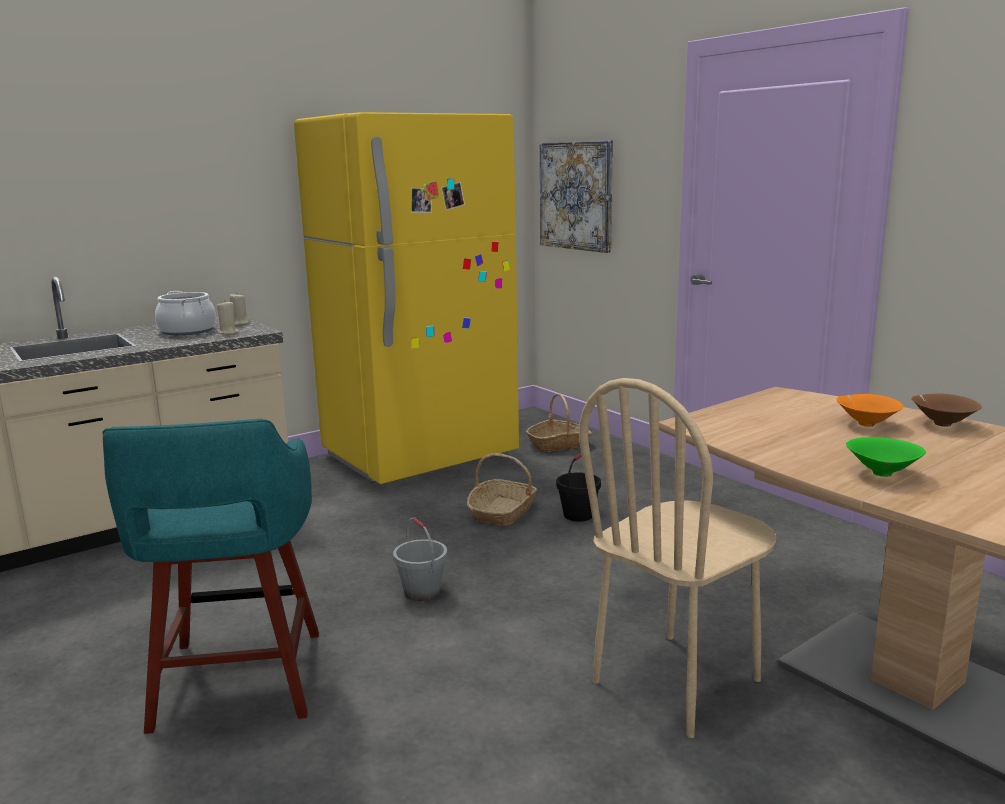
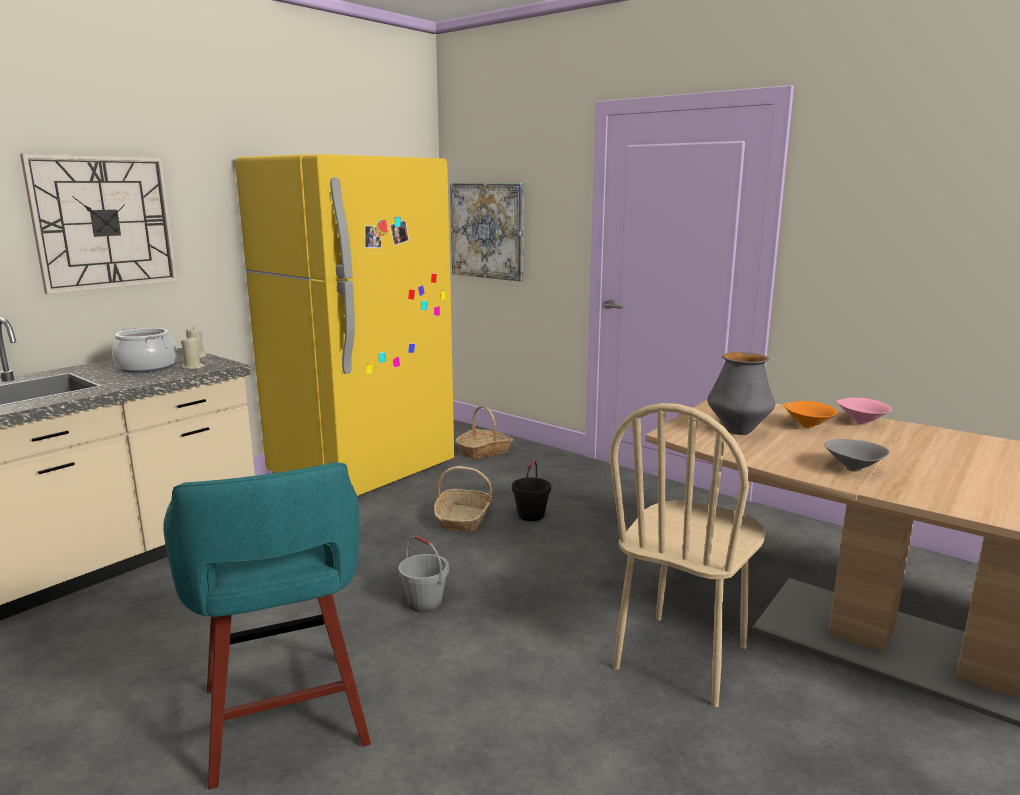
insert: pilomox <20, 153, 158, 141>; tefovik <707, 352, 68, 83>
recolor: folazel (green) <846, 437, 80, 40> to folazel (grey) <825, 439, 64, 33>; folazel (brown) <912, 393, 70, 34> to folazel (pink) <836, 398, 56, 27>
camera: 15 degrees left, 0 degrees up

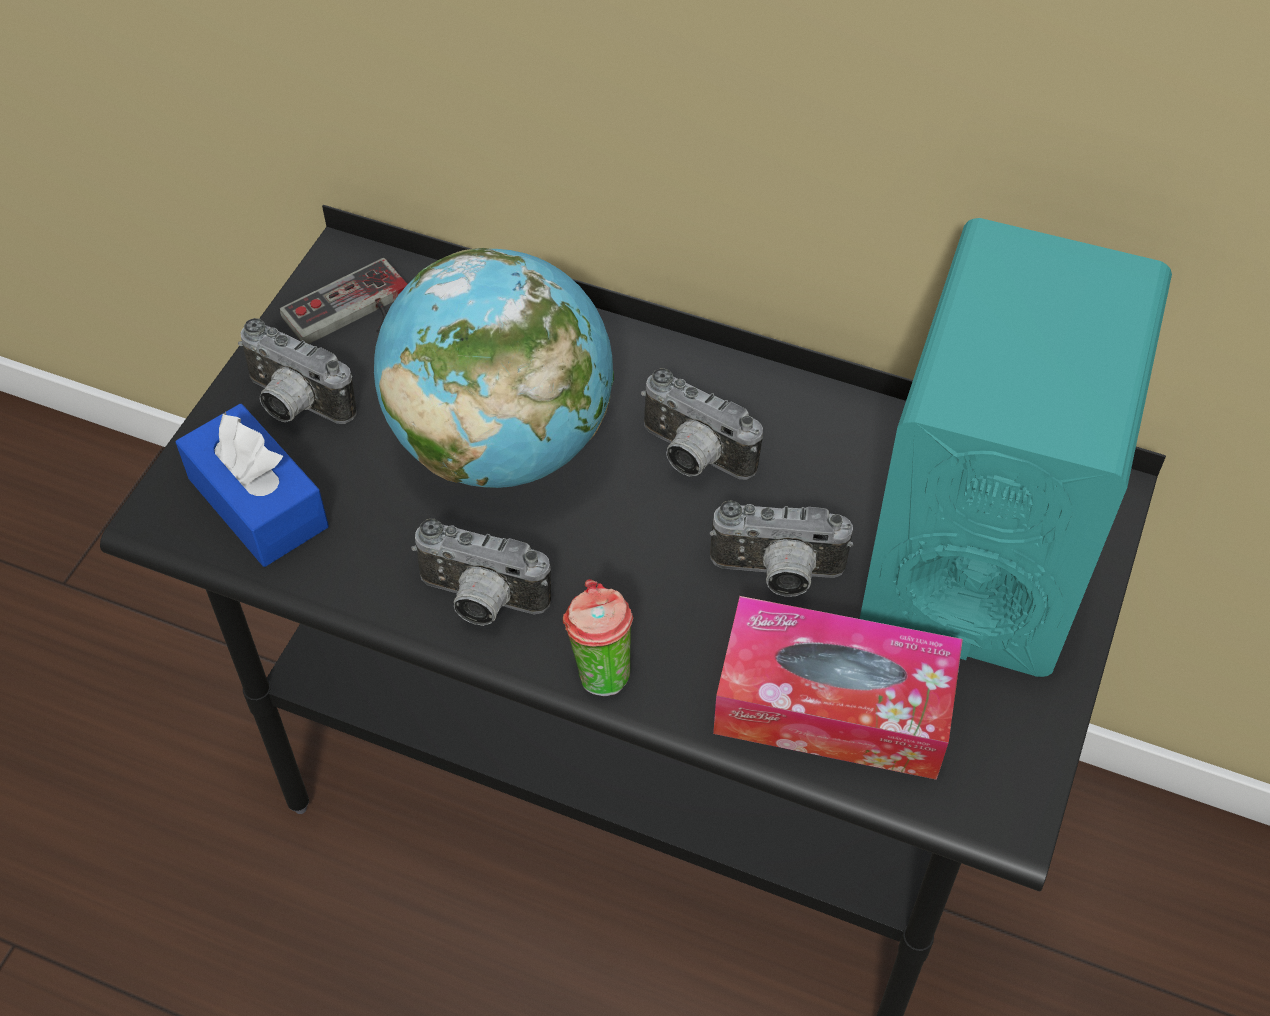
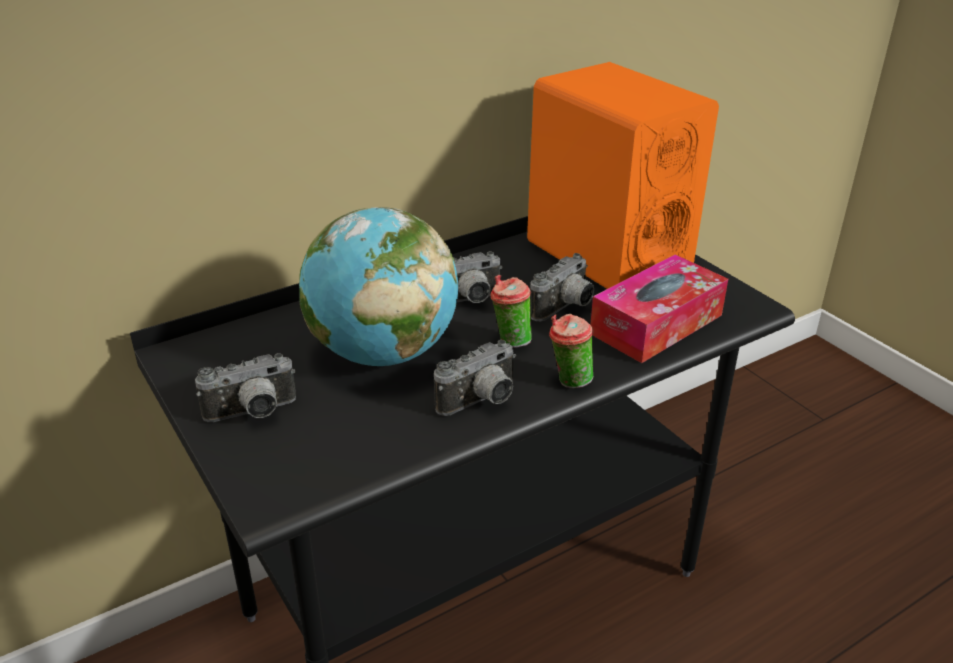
delete: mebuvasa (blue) <176, 404, 153, 163>; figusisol <280, 258, 128, 86>
insert: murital <491, 275, 41, 73>
recolor: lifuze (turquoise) <860, 218, 312, 459> to lifuze (orange) <527, 62, 192, 227>
camera: 55 degrees left, 20 degrees down

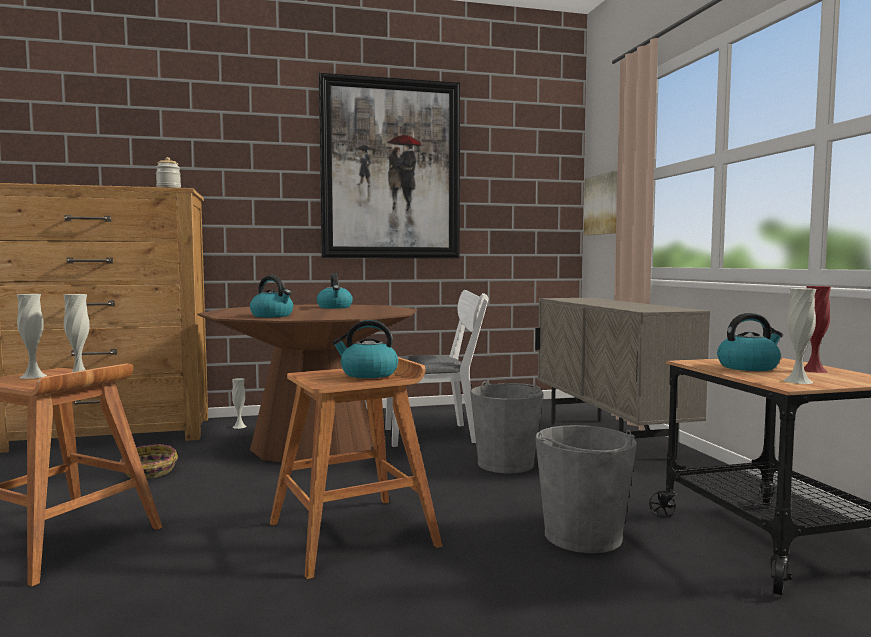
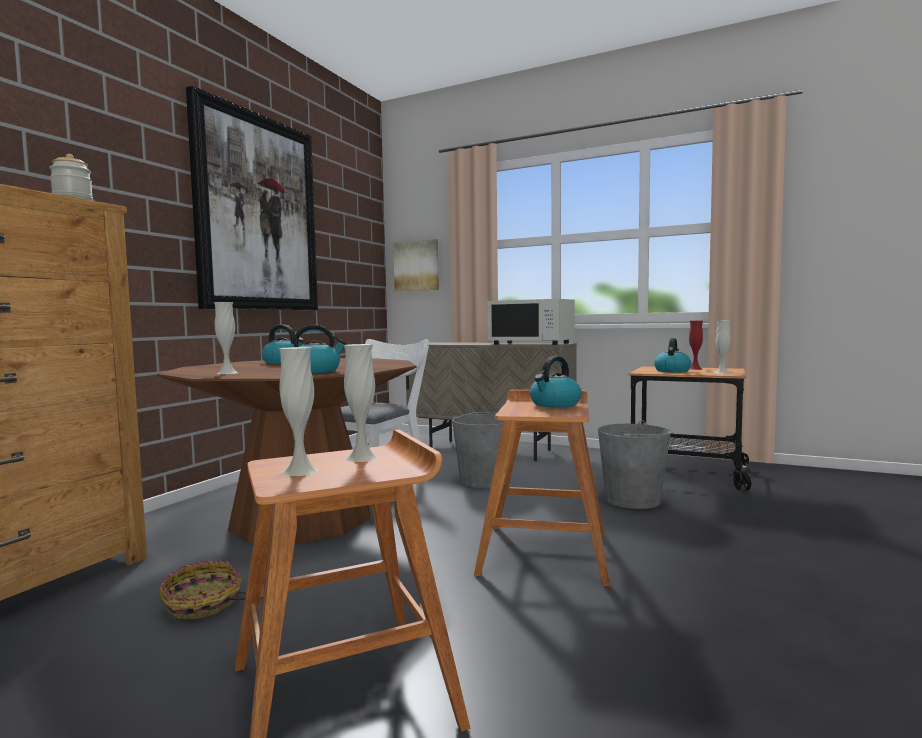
insert: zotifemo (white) <487, 299, 88, 46>
move: tefovik (white) <232, 378, 15, 51> to <214, 302, 24, 72>
camera: 50 degrees left, 0 degrees up

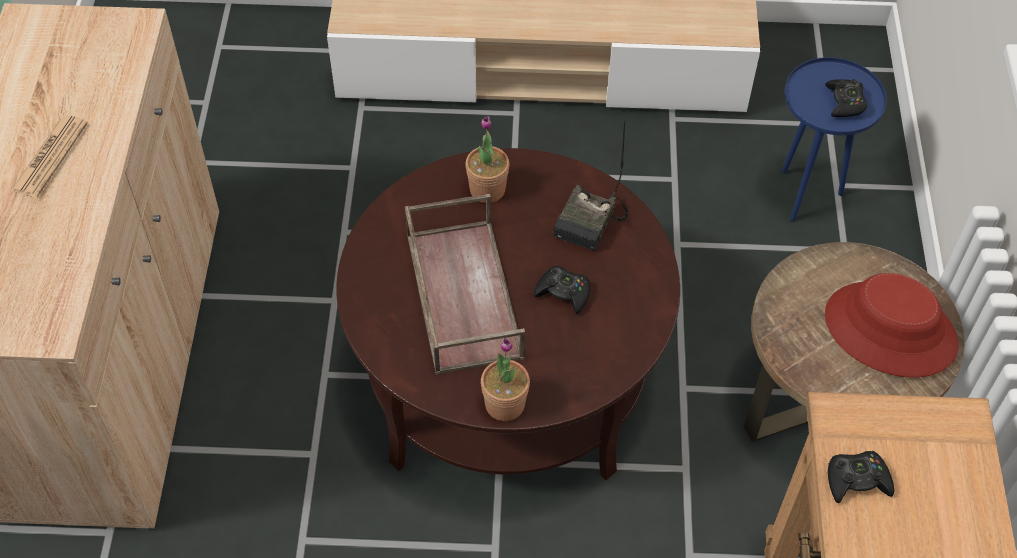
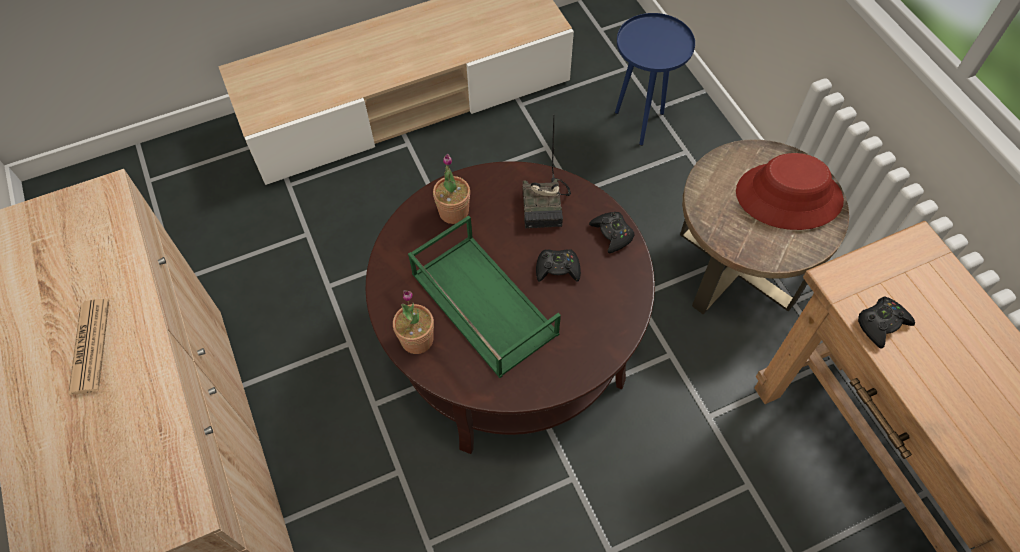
move: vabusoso <481, 338, 49, 83> to <393, 290, 41, 64>; figusisol (black) <825, 79, 42, 38> to <589, 212, 45, 41>
recolor: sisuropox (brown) <405, 194, 120, 181> to sisuropox (green) <408, 216, 153, 162>
camera: 25 degrees left, 5 degrees up

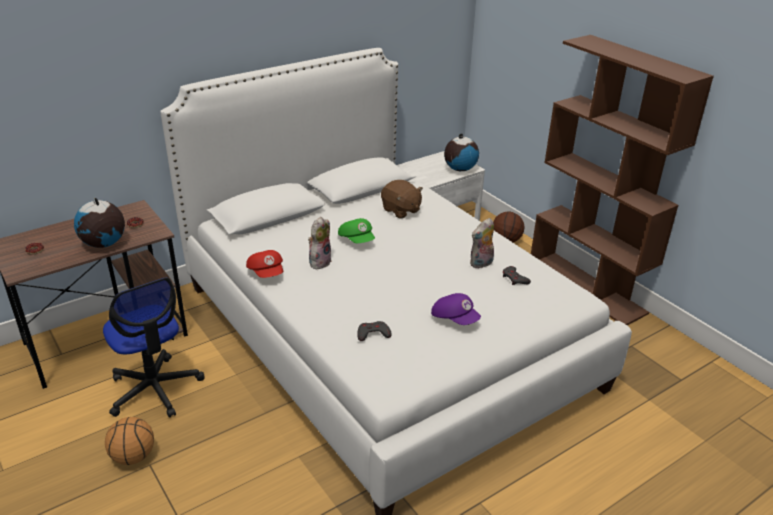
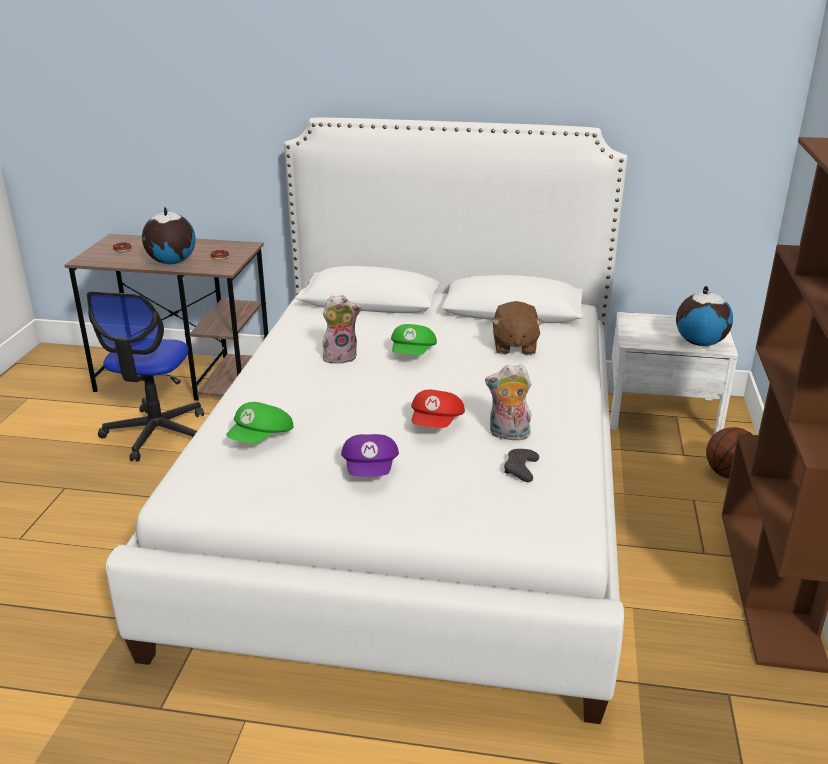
delete: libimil <105, 417, 49, 48>
move: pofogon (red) <246, 250, 37, 28> to <411, 390, 54, 38>
replace: figusisol (grey) <357, 321, 35, 20> to pofogon (green) <226, 402, 67, 41>
camera: 45 degrees right, 5 degrees down

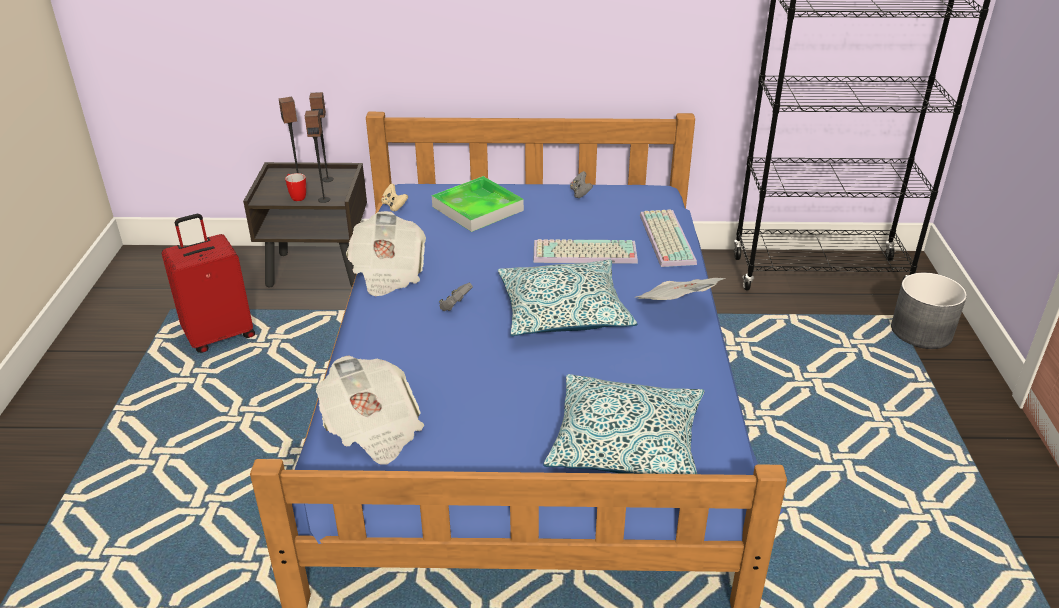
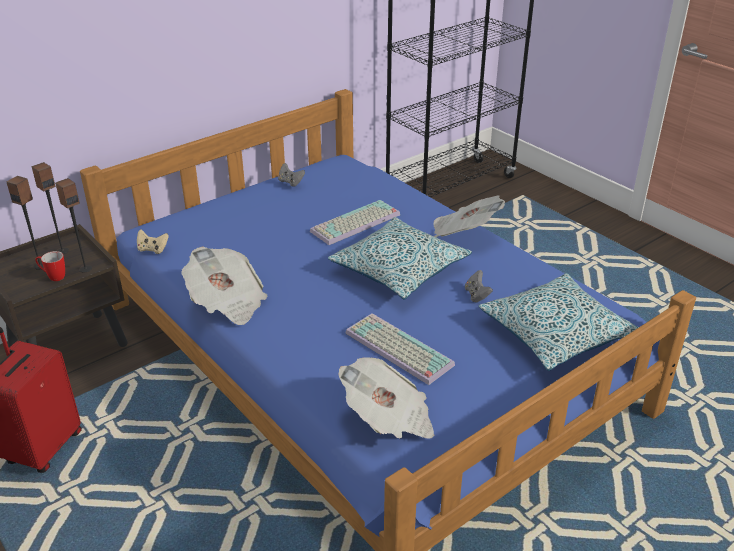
delete: sisuropox <432, 176, 92, 56>; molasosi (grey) <891, 273, 76, 76>
move: figusisol (grey) <439, 283, 34, 28> to <465, 270, 28, 32>; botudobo <640, 210, 57, 57> to <345, 313, 110, 72>
camera: 40 degrees left, 0 degrees up

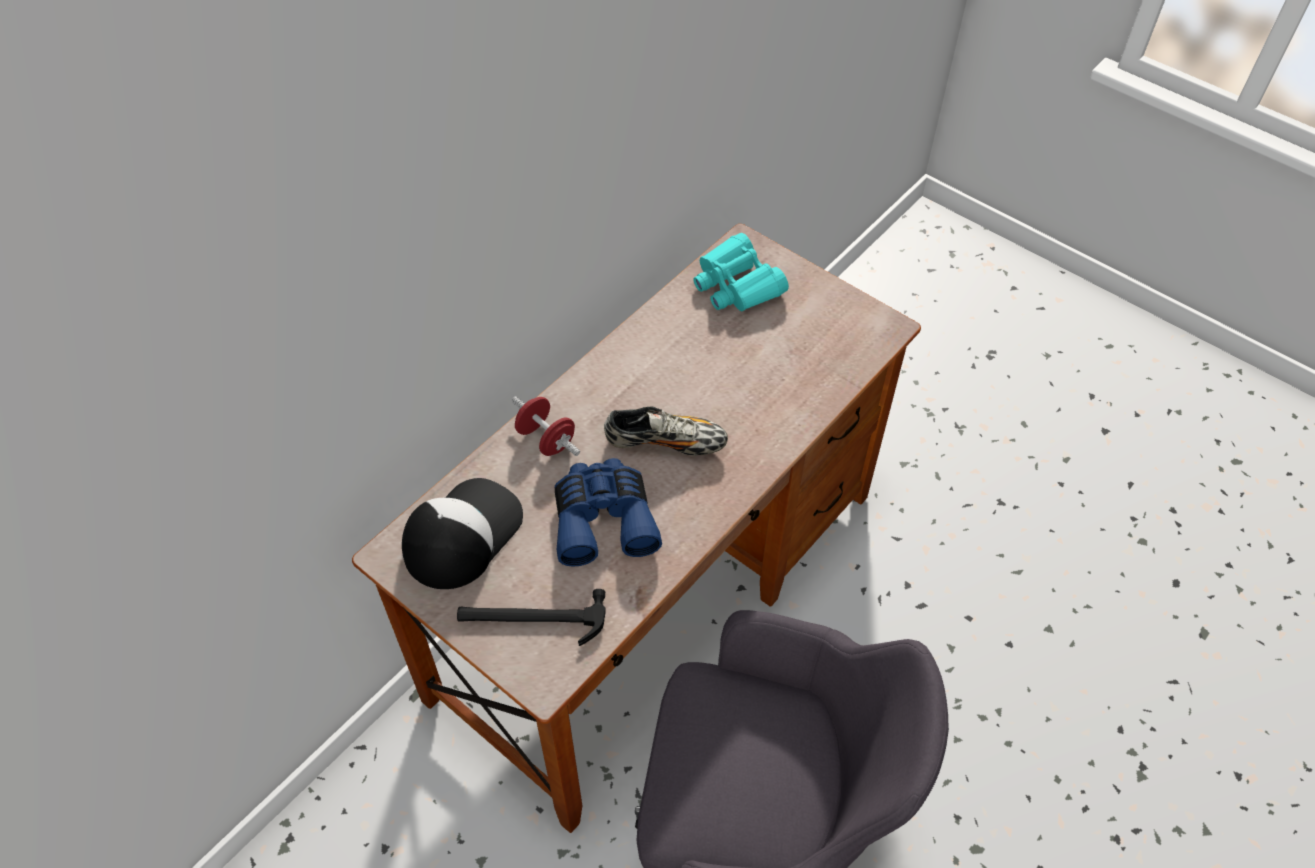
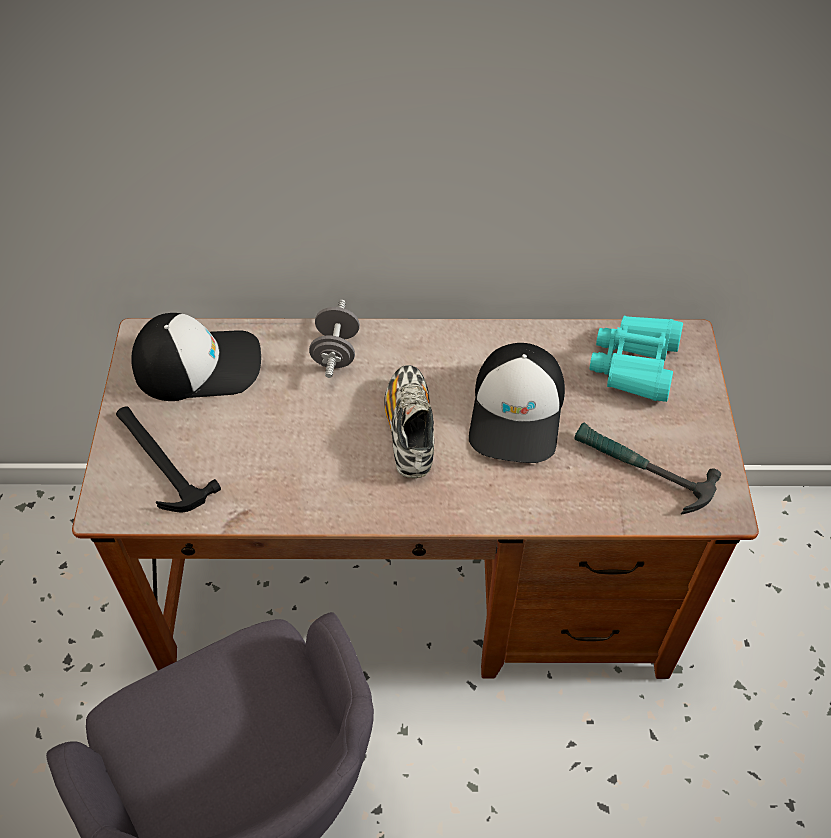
delete: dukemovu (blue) <555, 458, 107, 109>
insert: pofogon <469, 343, 96, 120>; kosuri <575, 423, 146, 91>
recolor: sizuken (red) <512, 397, 68, 59> to sizuken (grey) <309, 300, 51, 78>
rotate: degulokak <604, 406, 124, 50> = <384, 365, 50, 113> 150 degrees counterclockwise
camera: 50 degrees right, 0 degrees up

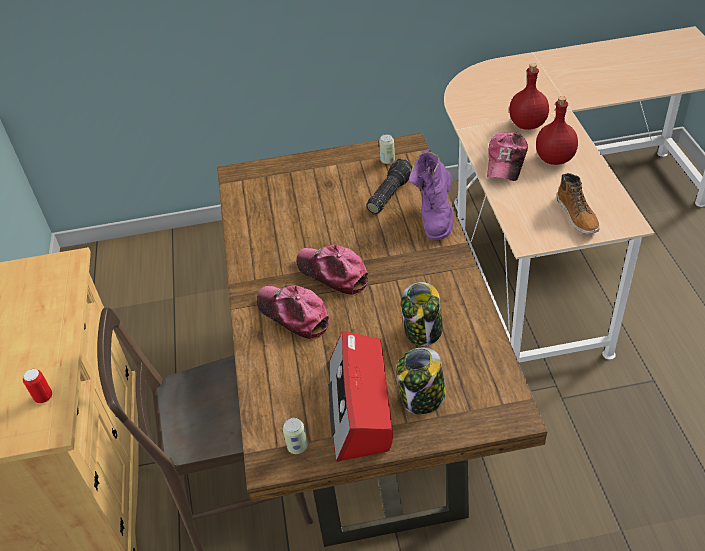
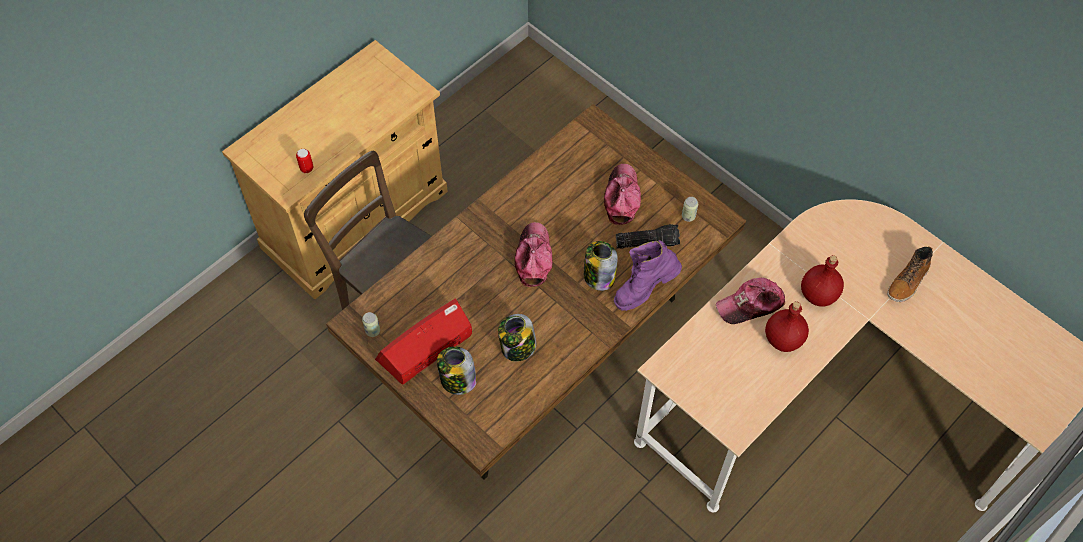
insert: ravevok <584, 241, 34, 50>
move: pofogon <257, 285, 72, 55> to <604, 164, 37, 61>; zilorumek <557, 173, 43, 61> to <887, 246, 46, 56>
camera: 50 degrees right, 15 degrees up

